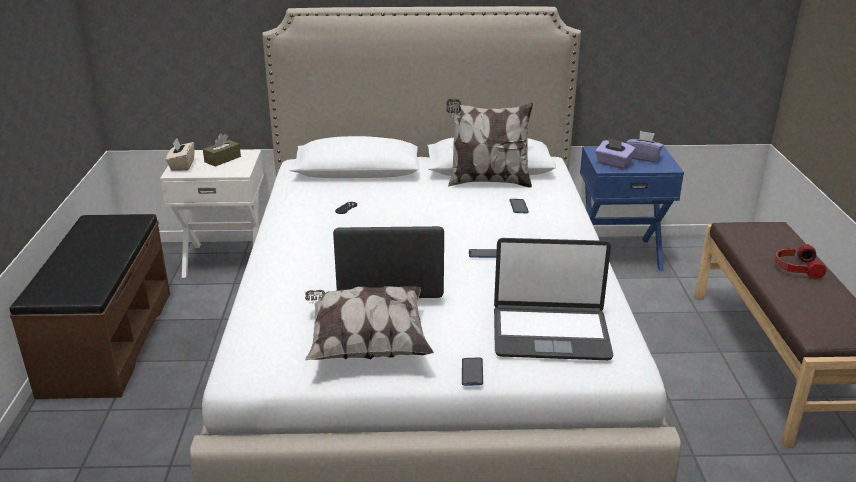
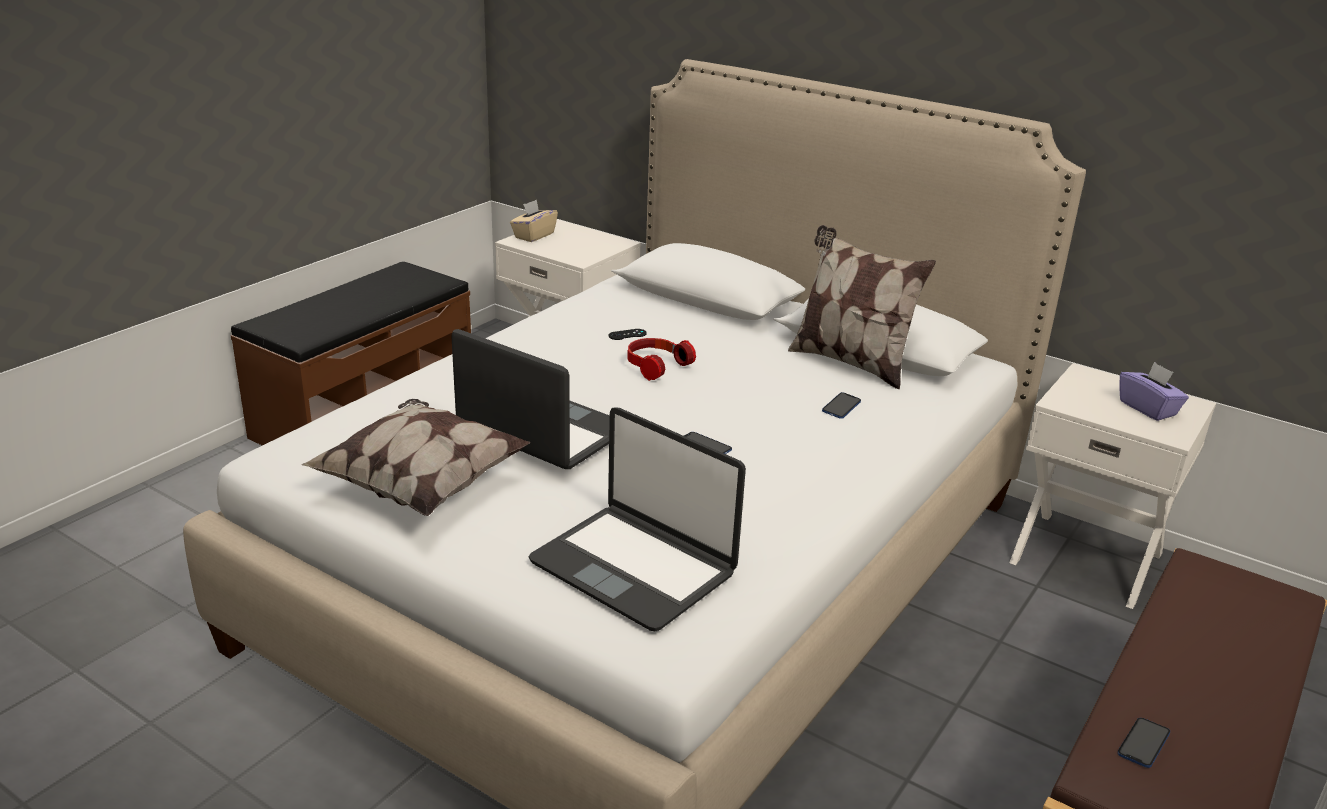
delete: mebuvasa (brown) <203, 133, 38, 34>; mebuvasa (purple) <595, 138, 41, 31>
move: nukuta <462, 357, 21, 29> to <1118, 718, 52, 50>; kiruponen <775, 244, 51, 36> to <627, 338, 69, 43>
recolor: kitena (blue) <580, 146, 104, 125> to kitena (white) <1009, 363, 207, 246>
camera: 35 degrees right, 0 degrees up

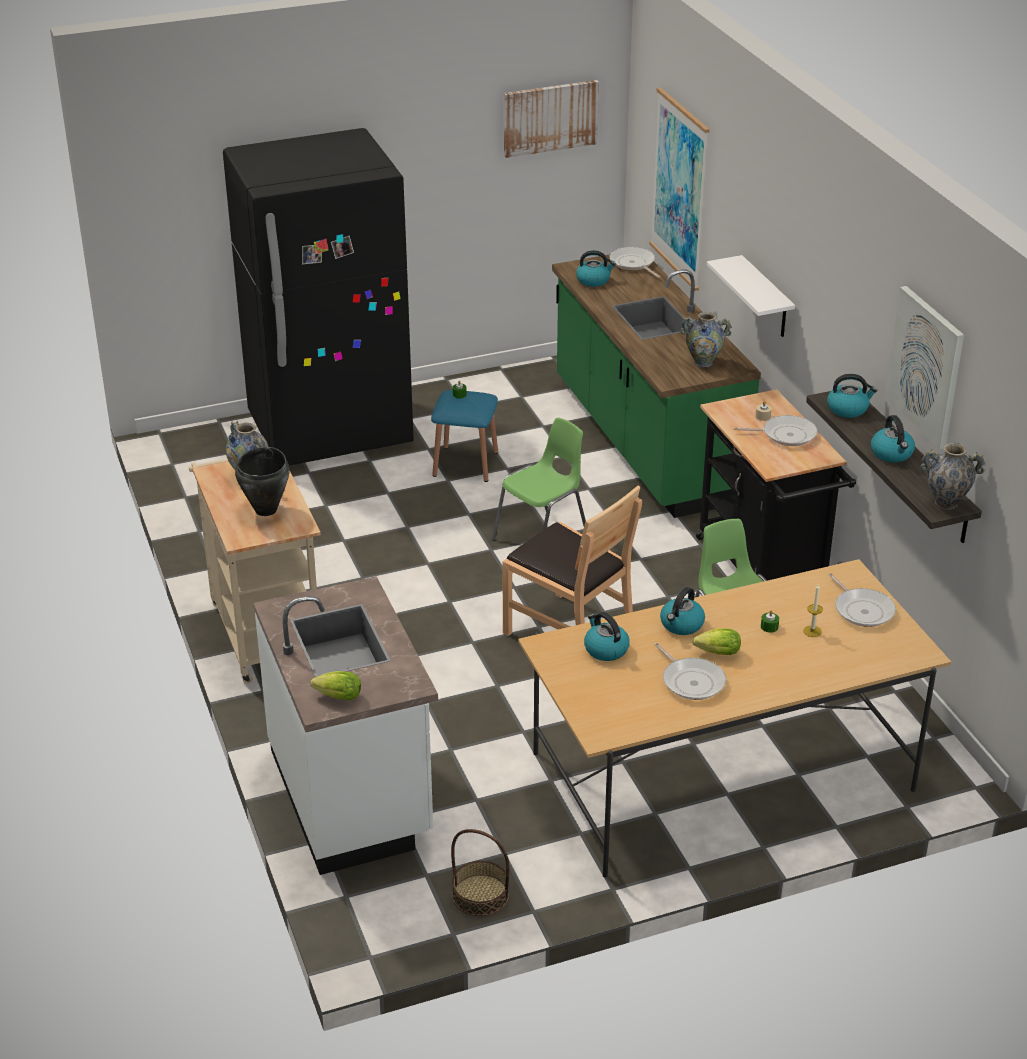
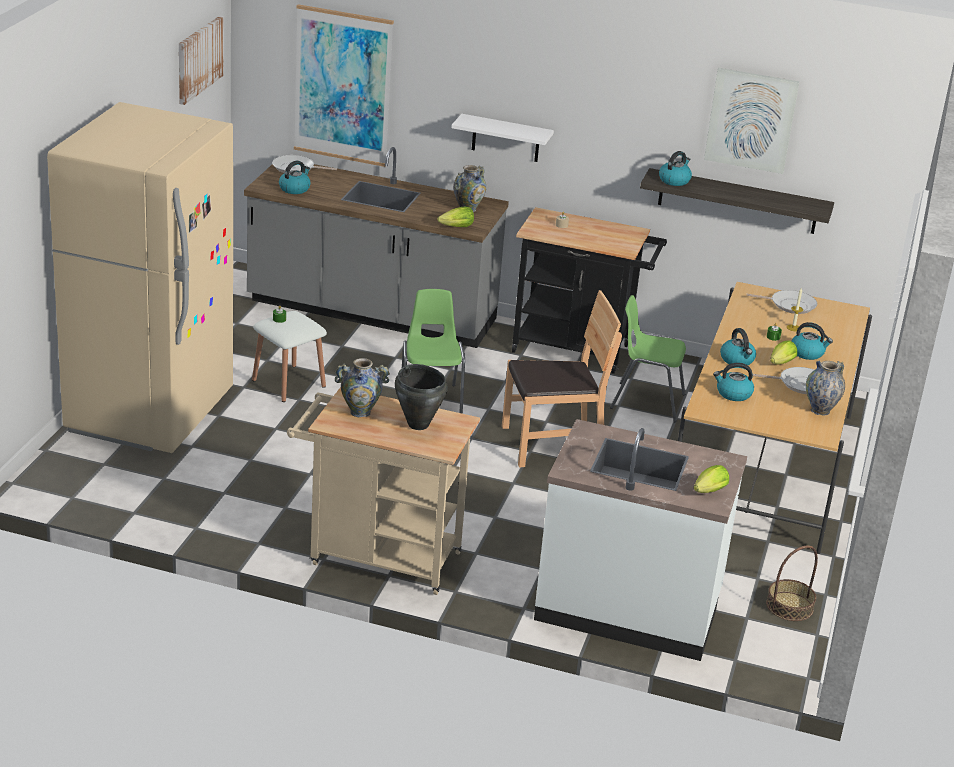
delete: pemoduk <734, 415, 84, 31>
insert: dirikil <437, 207, 37, 20>
move: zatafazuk <871, 415, 44, 48> to <792, 322, 41, 38>; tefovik <921, 443, 64, 67> to <806, 361, 39, 55>
recolor: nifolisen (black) <223, 128, 191, 338> to nifolisen (beige) <47, 102, 186, 351>; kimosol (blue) <431, 390, 67, 92> to kimosol (white) <252, 311, 75, 91>; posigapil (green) <552, 254, 209, 264> to posigapil (grey) <244, 147, 265, 201>
camera: 55 degrees left, 5 degrees down

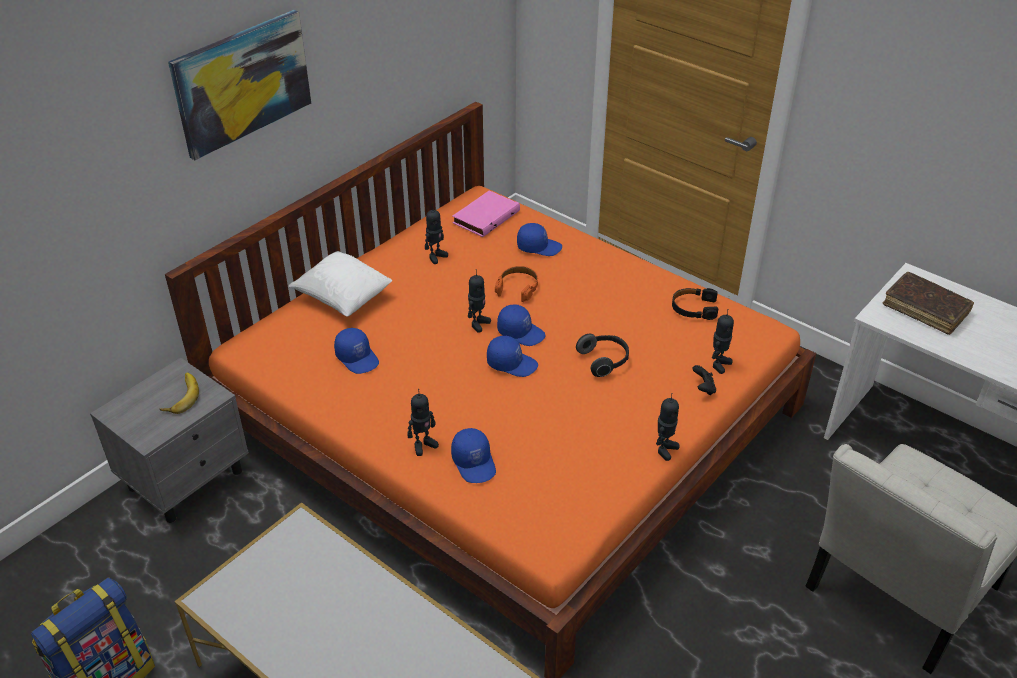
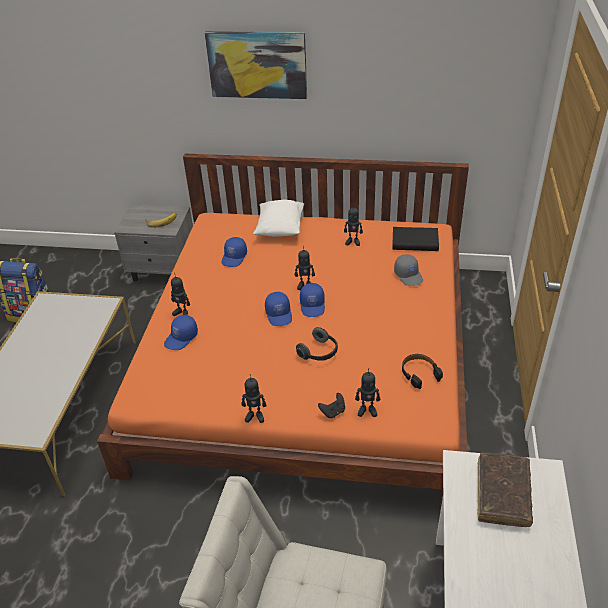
delete: kiruponen (orange) <495, 266, 43, 36>
recolor: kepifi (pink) <452, 190, 68, 47> to kepifi (black) <392, 227, 47, 24>; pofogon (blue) <517, 223, 45, 33> to pofogon (grey) <394, 254, 29, 32>
camera: 60 degrees right, 0 degrees up

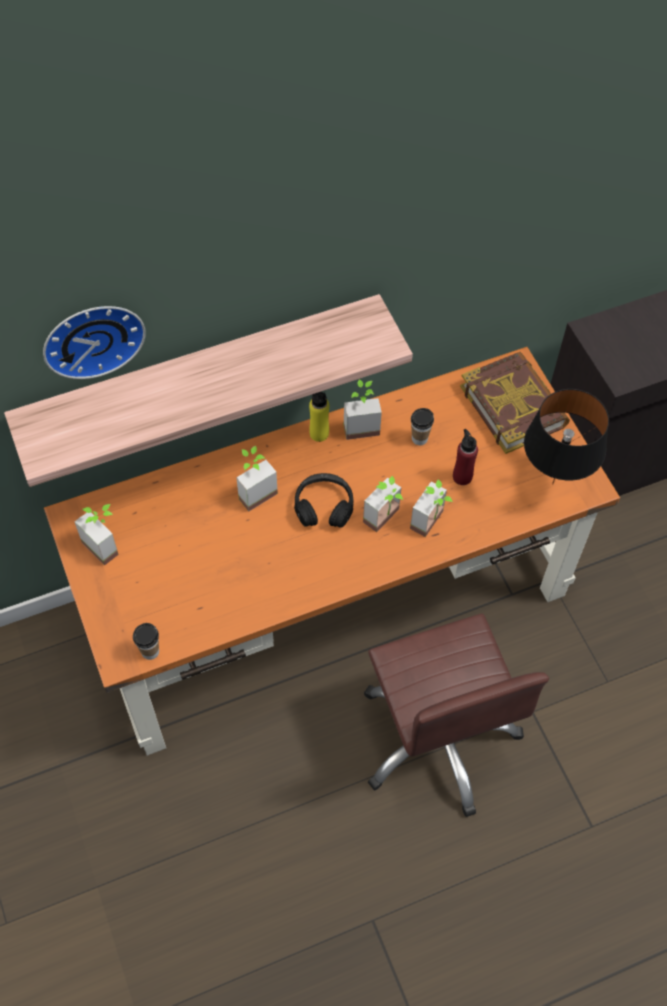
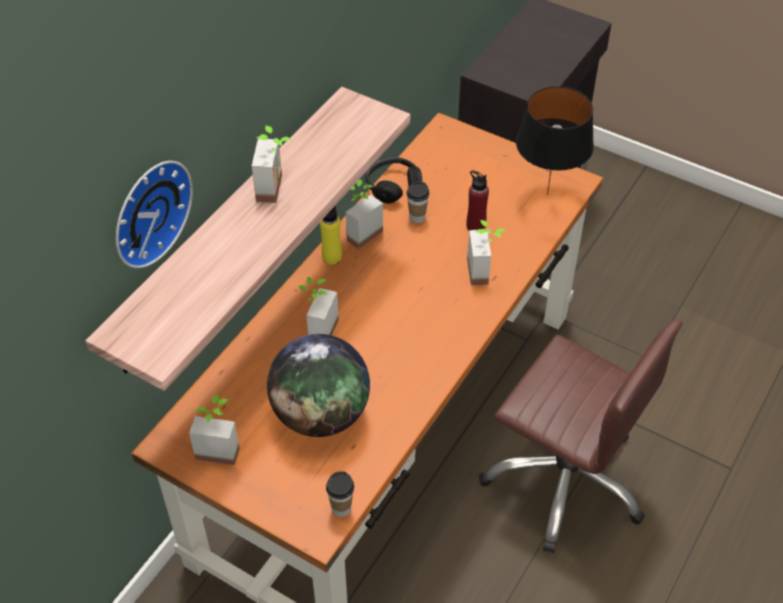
delete: kepifi <460, 352, 110, 102>
insert: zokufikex <267, 334, 103, 103>
move: kiruponen (black) <294, 473, 60, 55> to <365, 157, 57, 47>; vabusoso <363, 476, 40, 56> to <252, 126, 40, 77>
camera: 35 degrees left, 10 degrees down

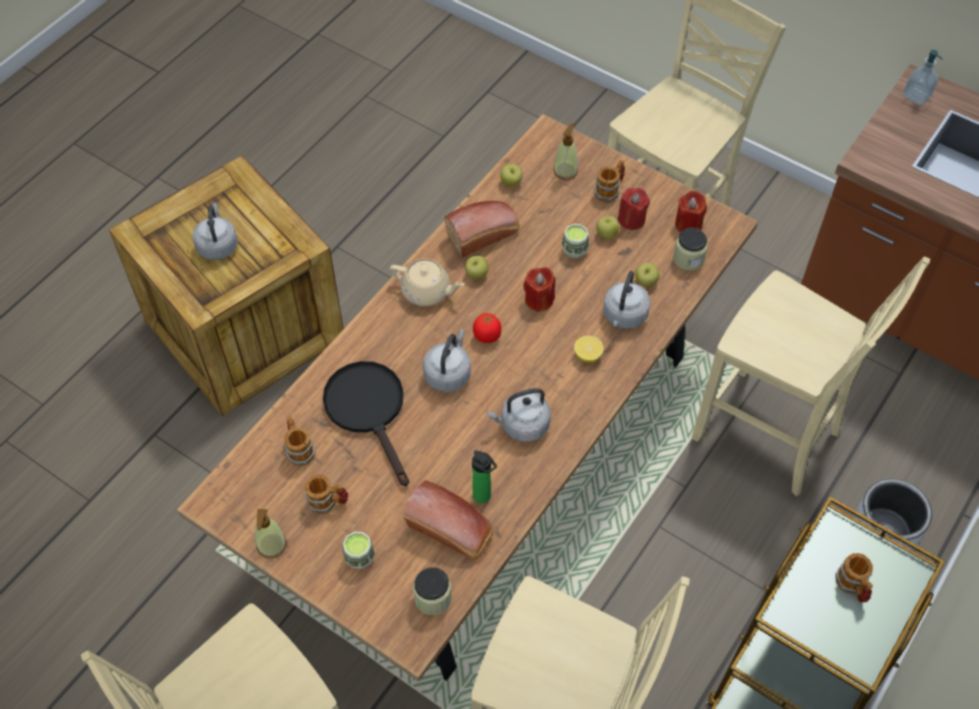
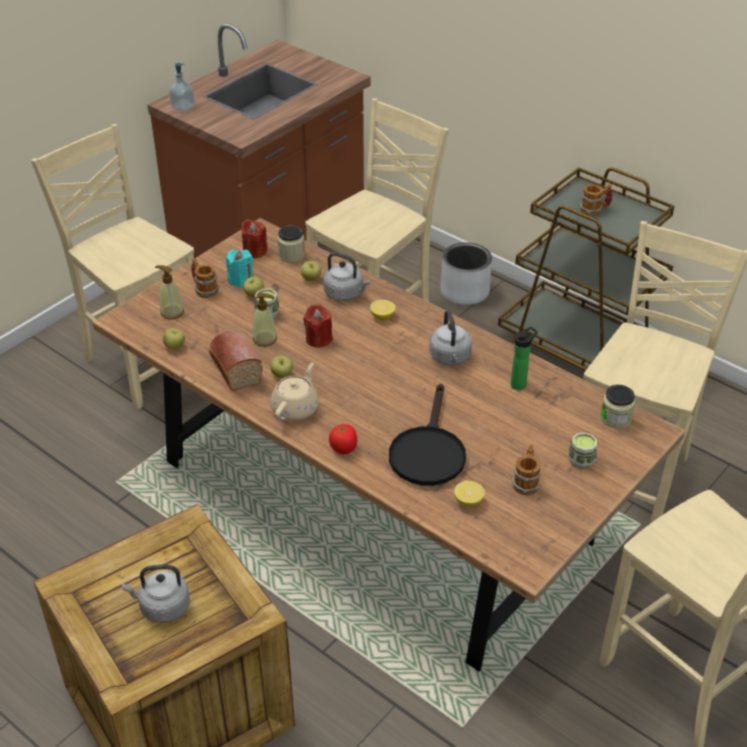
delete: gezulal <404, 480, 90, 79>; zatafazuk (grey) <423, 329, 48, 63>
move: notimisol <255, 509, 32, 50> to <253, 293, 24, 54>; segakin <473, 312, 28, 31> to <329, 424, 28, 30>
replace: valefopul <284, 416, 32, 50> to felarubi <454, 481, 31, 26>
recolor: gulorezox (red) <618, 188, 32, 42> to gulorezox (turquoise) <226, 250, 27, 38>
rotate: pemoduk (black) <323, 361, 86, 125> = <389, 384, 77, 102> 60 degrees counterclockwise
camera: 85 degrees left, 15 degrees down

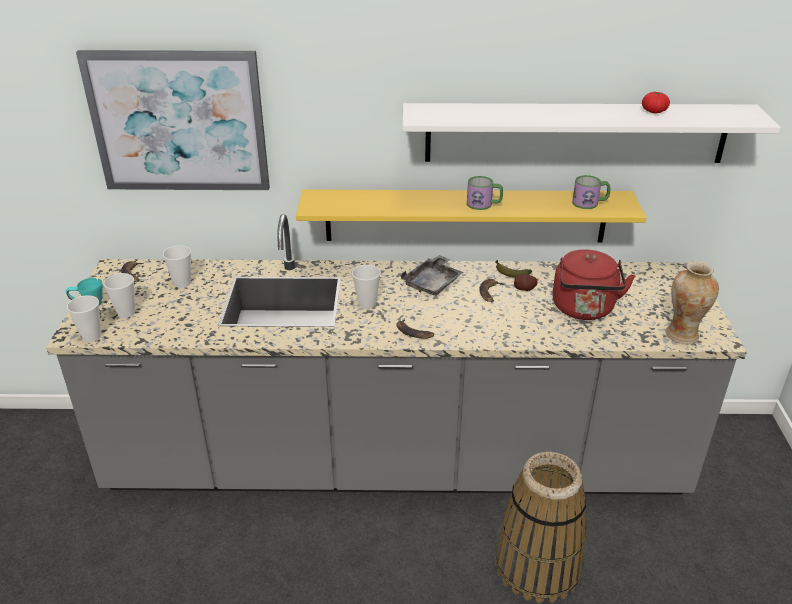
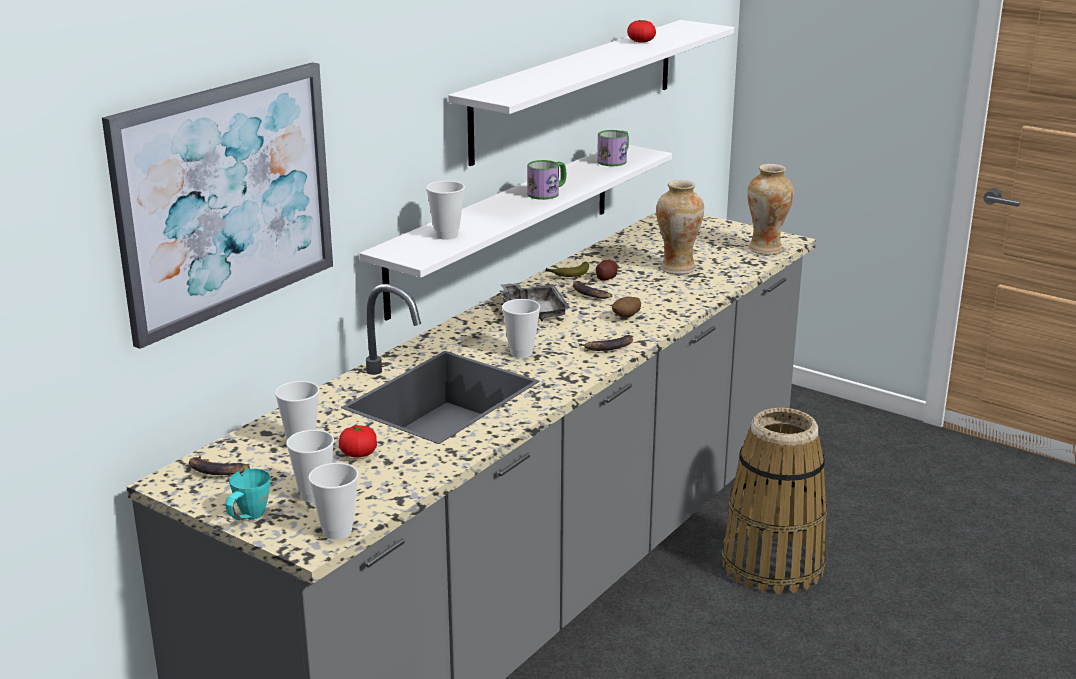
insert: segakin <339, 425, 38, 33>; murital <426, 181, 39, 59>; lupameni <612, 297, 29, 21>
replace: zatafazuk (red) <553, 249, 82, 71> to tefovik <656, 180, 48, 94>
recolor: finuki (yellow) <296, 189, 351, 53> to finuki (white) <360, 145, 312, 176>
camera: 55 degrees left, 10 degrees down

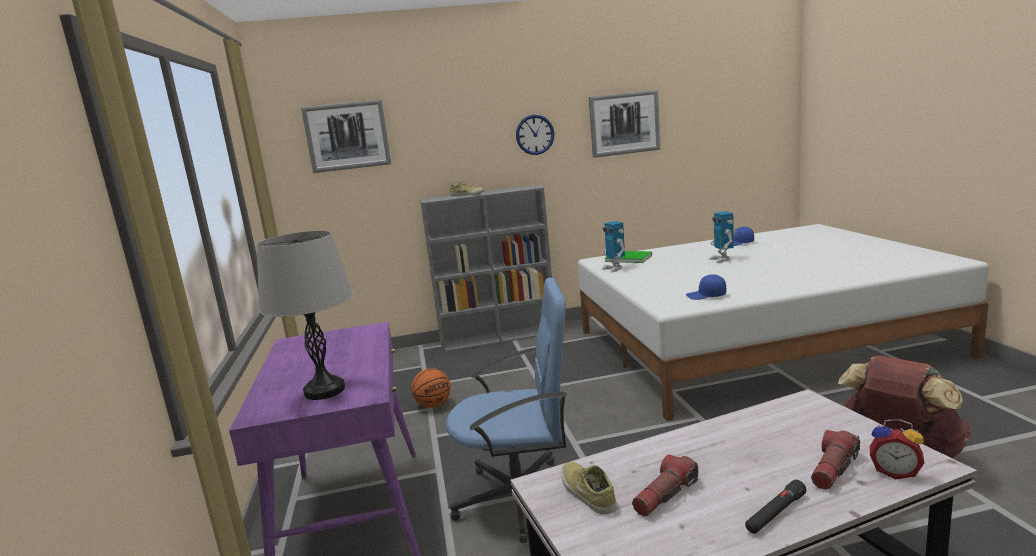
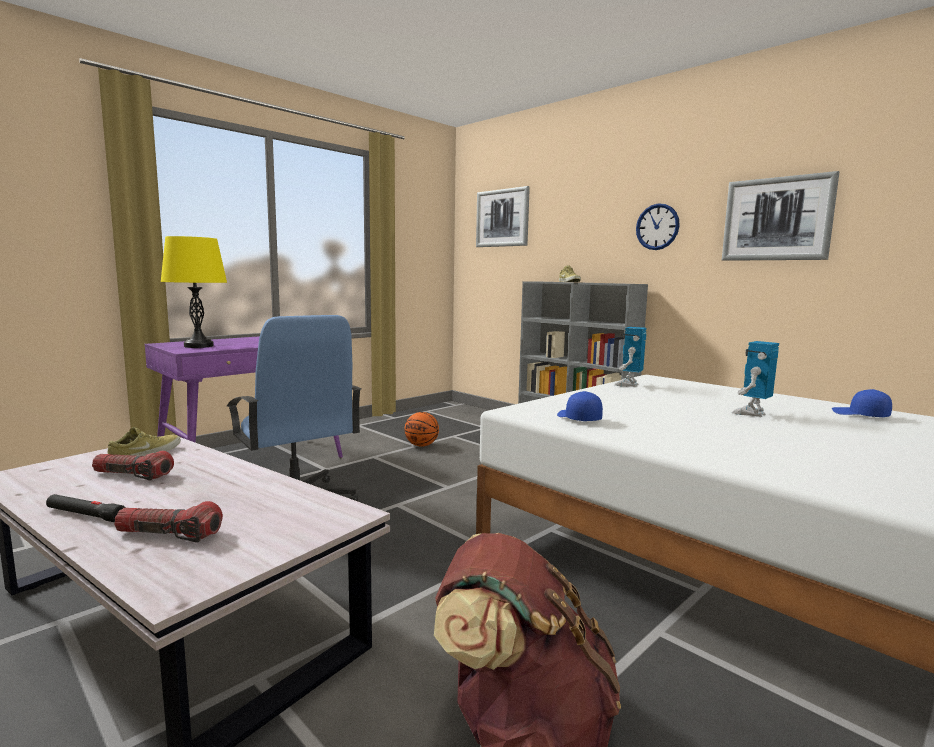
delete: kepifi (green) <605, 251, 47, 12>; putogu <870, 419, 54, 60>
recolor: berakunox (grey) <257, 231, 96, 169> to berakunox (yellow) <160, 236, 67, 112>
camera: 55 degrees right, 5 degrees down

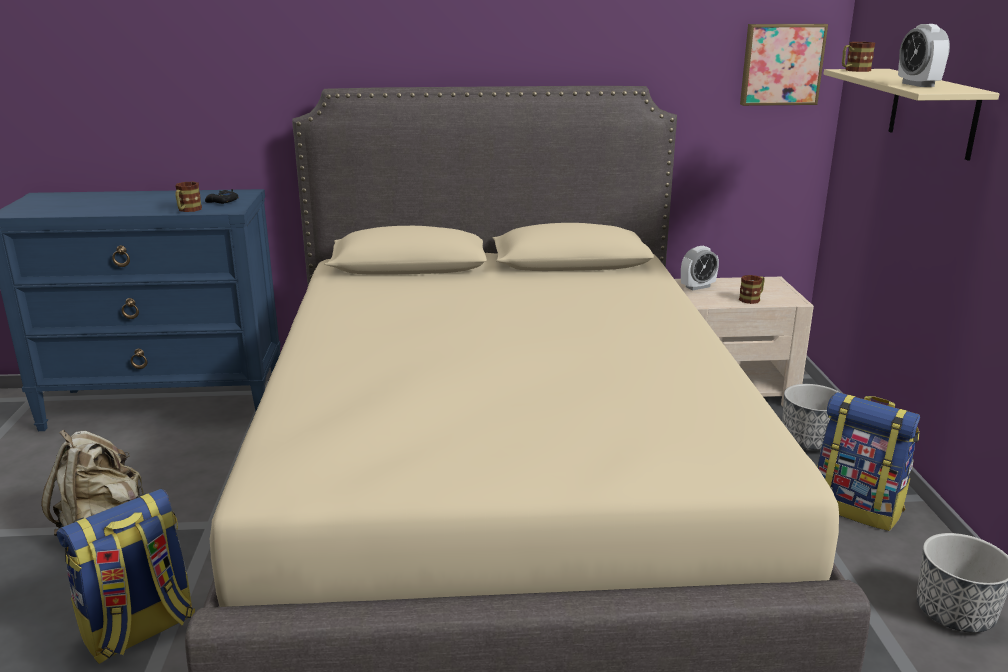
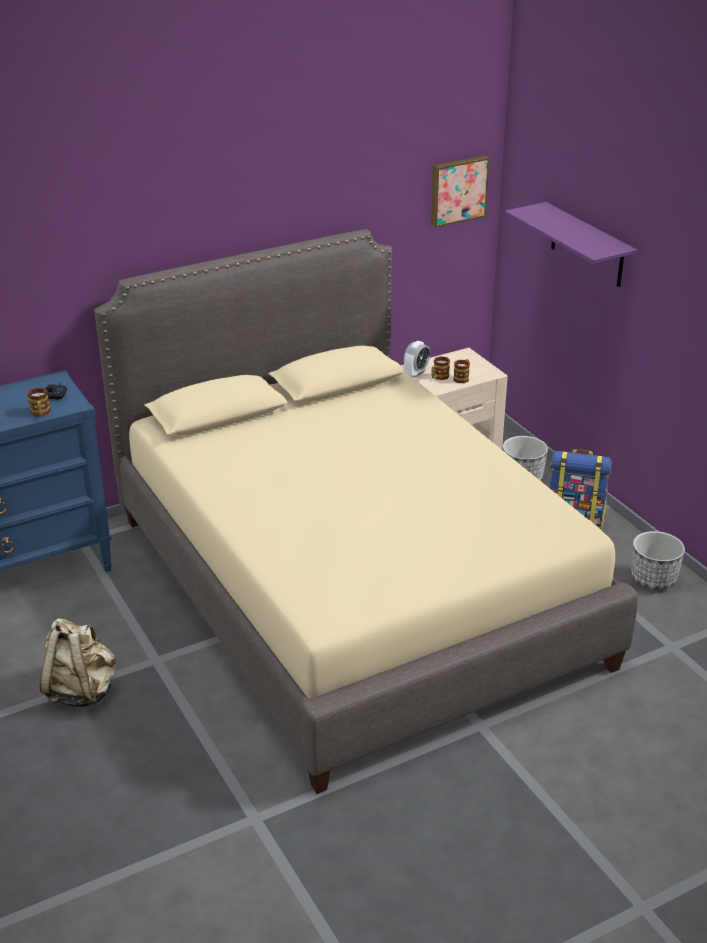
delete: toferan <57, 489, 138, 175>; putogu <898, 24, 52, 63>
move: valefopul <842, 42, 33, 30> to <431, 356, 19, 24>
recolor: finuki (beige) <823, 69, 176, 91> to finuki (purple) <504, 202, 133, 85>
camera: 25 degrees left, 10 degrees up

